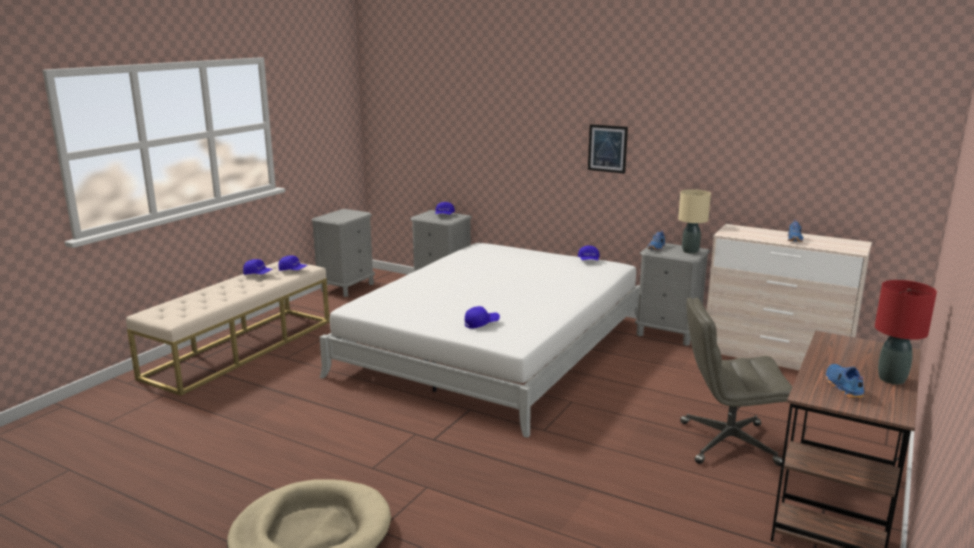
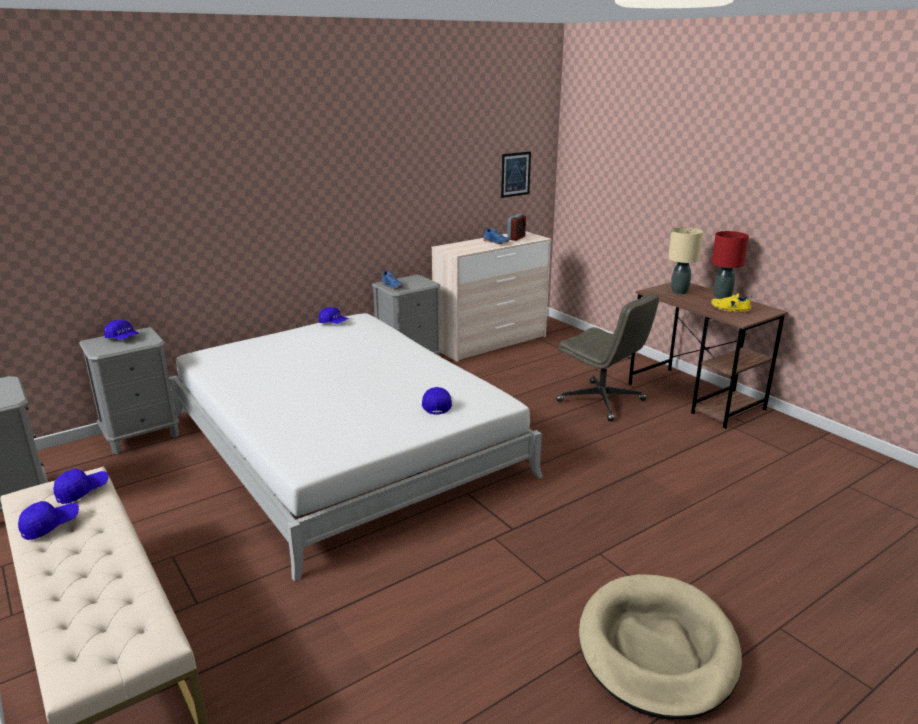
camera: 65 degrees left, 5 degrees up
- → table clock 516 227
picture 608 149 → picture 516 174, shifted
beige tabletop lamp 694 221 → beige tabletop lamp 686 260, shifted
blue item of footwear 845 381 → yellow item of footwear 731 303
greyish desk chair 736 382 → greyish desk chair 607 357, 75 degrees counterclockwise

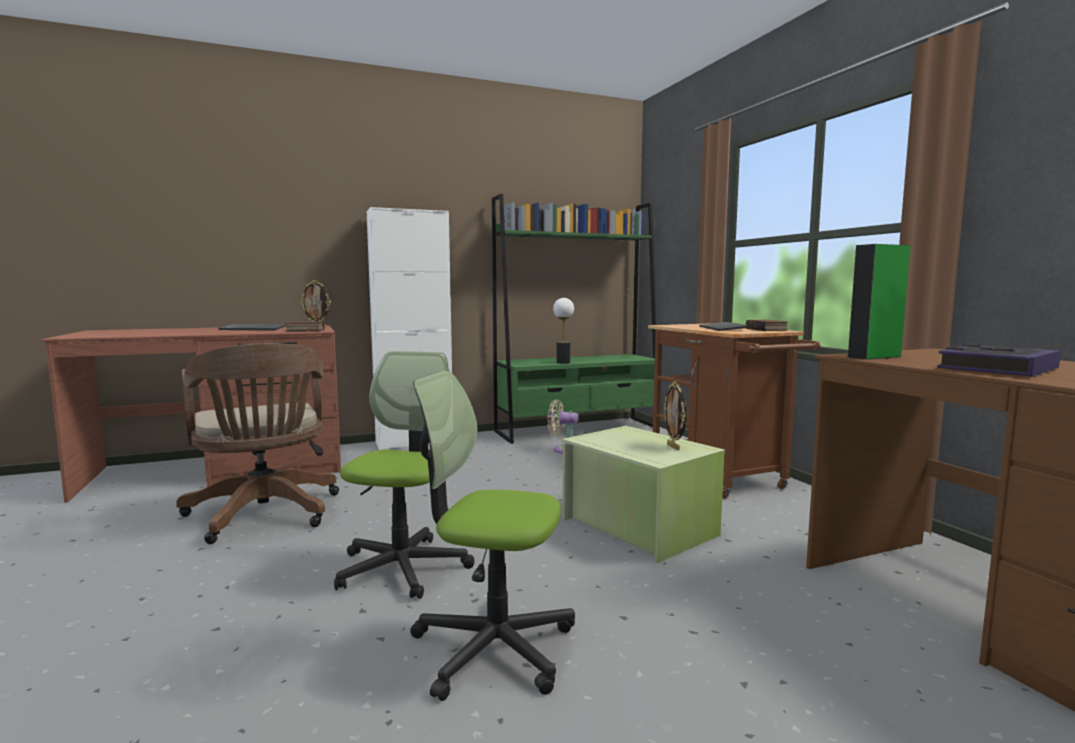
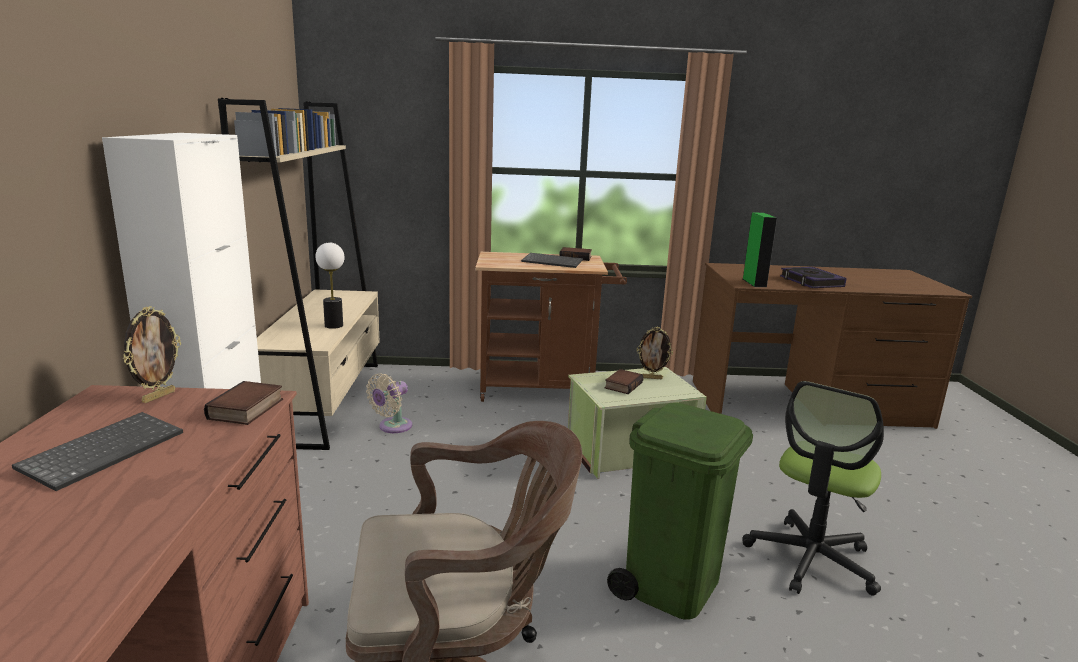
camera: 70 degrees left, 10 degrees up
- → bound book 624 381
desk chair 404 475 → green rubbish bin 680 511
green bookshelf 574 319 → beige bookshelf 299 274

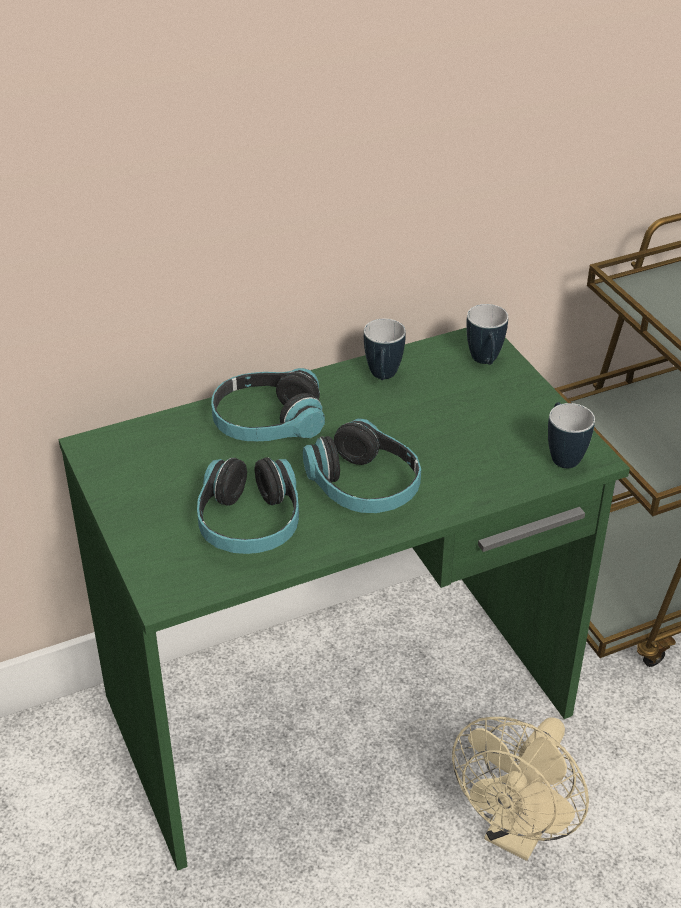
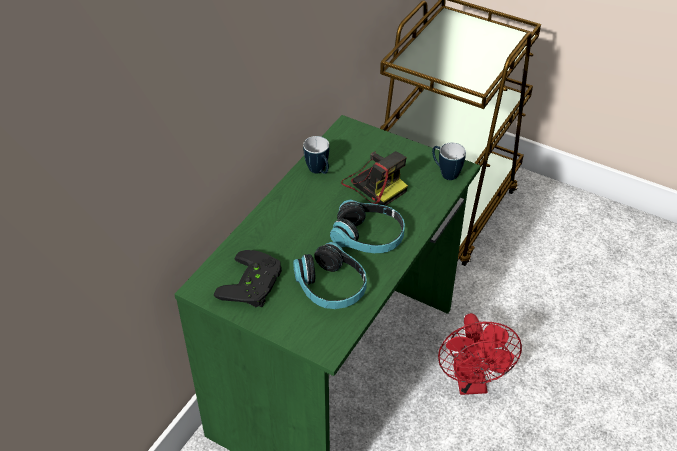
camera: 35 degrees left, 5 degrees up
headset 268 404 → -
tea mug 487 334 → -
- → black gamepad 248 278
- → photo camera 374 178
beige fan 520 789 → red-coloured fan 480 354

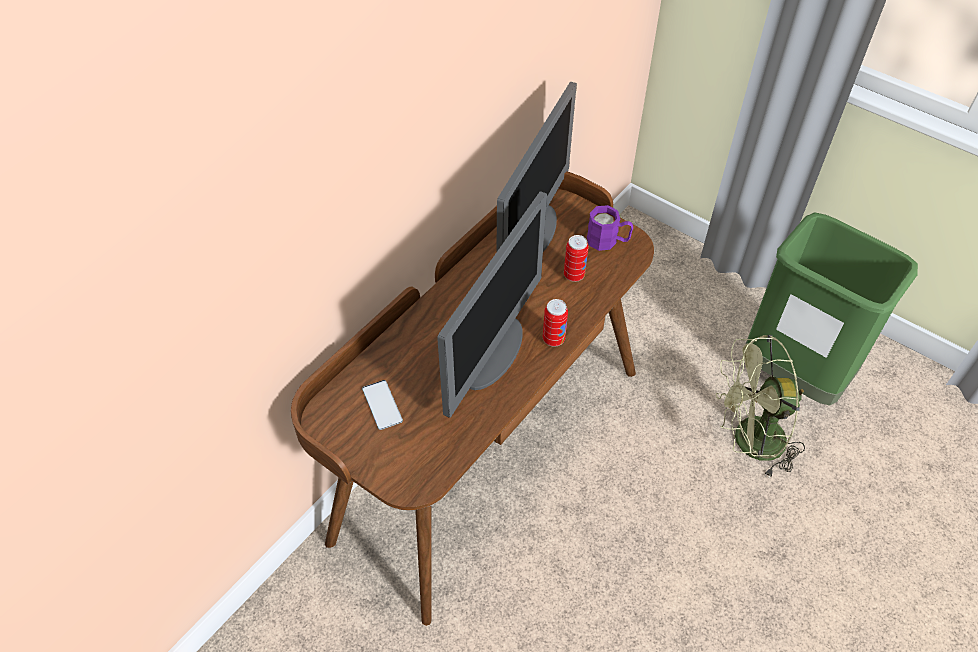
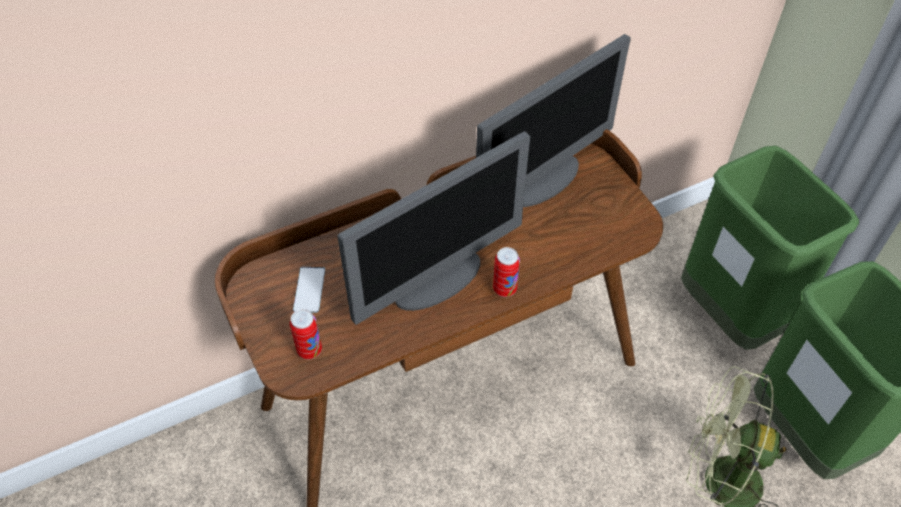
camera: 25 degrees right, 0 degrees up
purplish tea mug 610 228 → -
- → green rubbish bin 770 248
sealed can 576 258 → sealed can 306 334, shifted

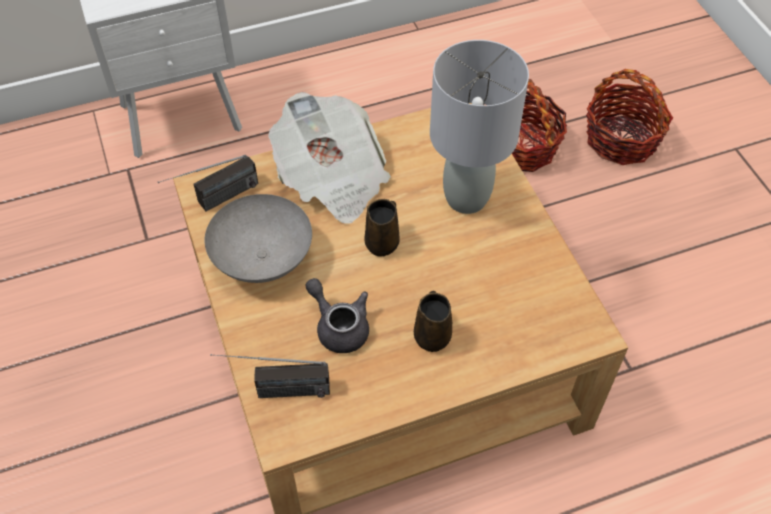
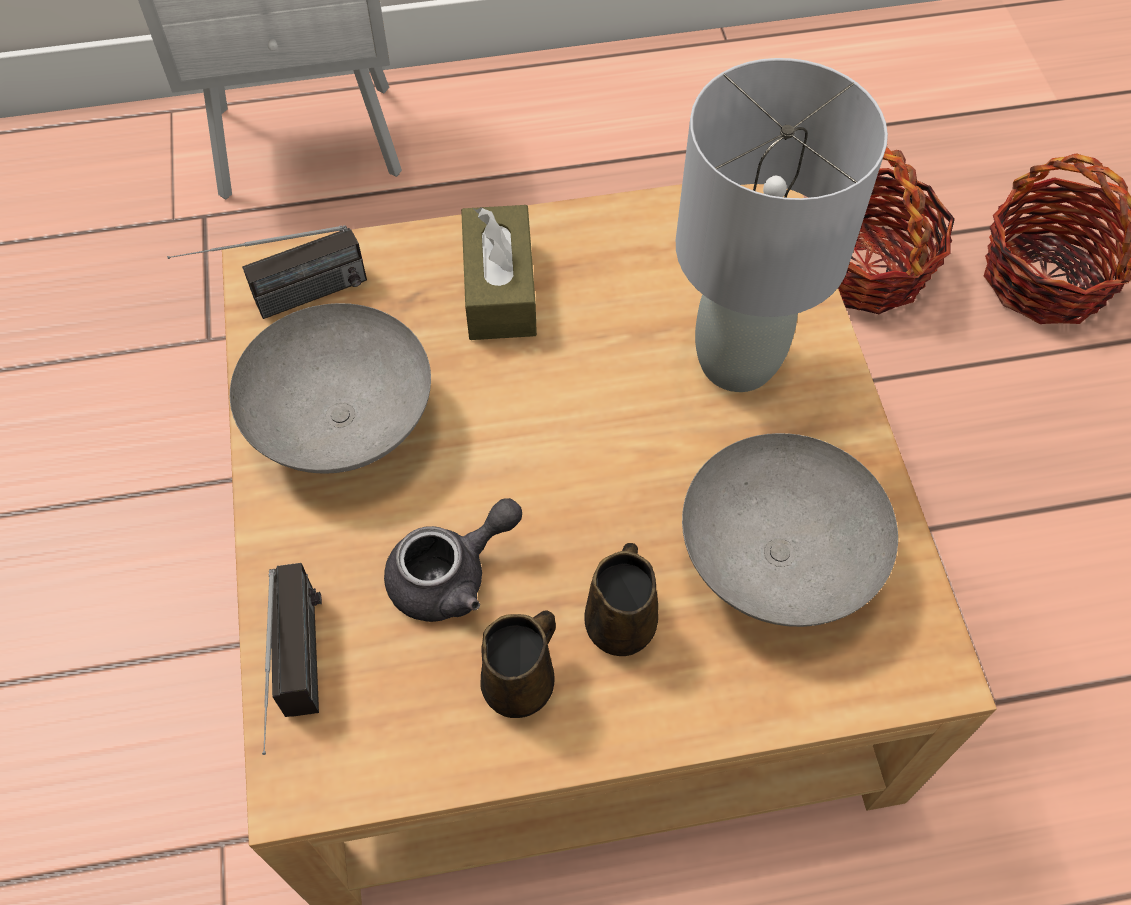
camera: 10 degrees right, 5 degrees up
- → greyish bowl 790 530
brown tea mug 382 228 → brown tea mug 518 664, shifted
daily paper 329 158 → brown tissue holder 499 272
radio 270 376 → radio 292 659, 105 degrees counterclockwise
greyish tea pot 337 315 → greyish tea pot 453 560, 90 degrees clockwise

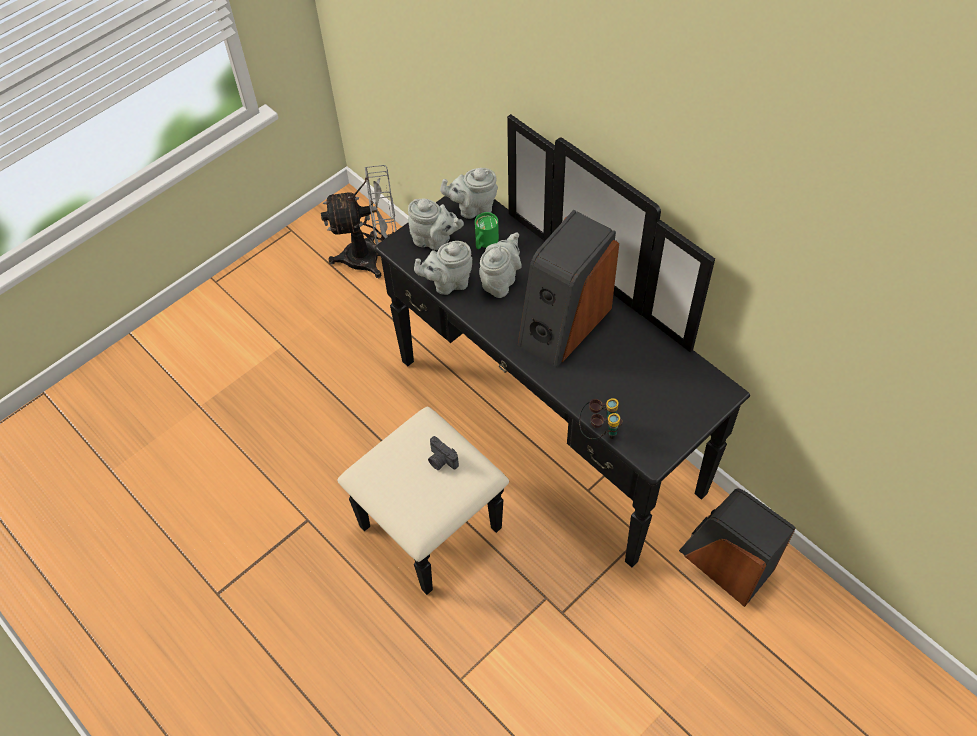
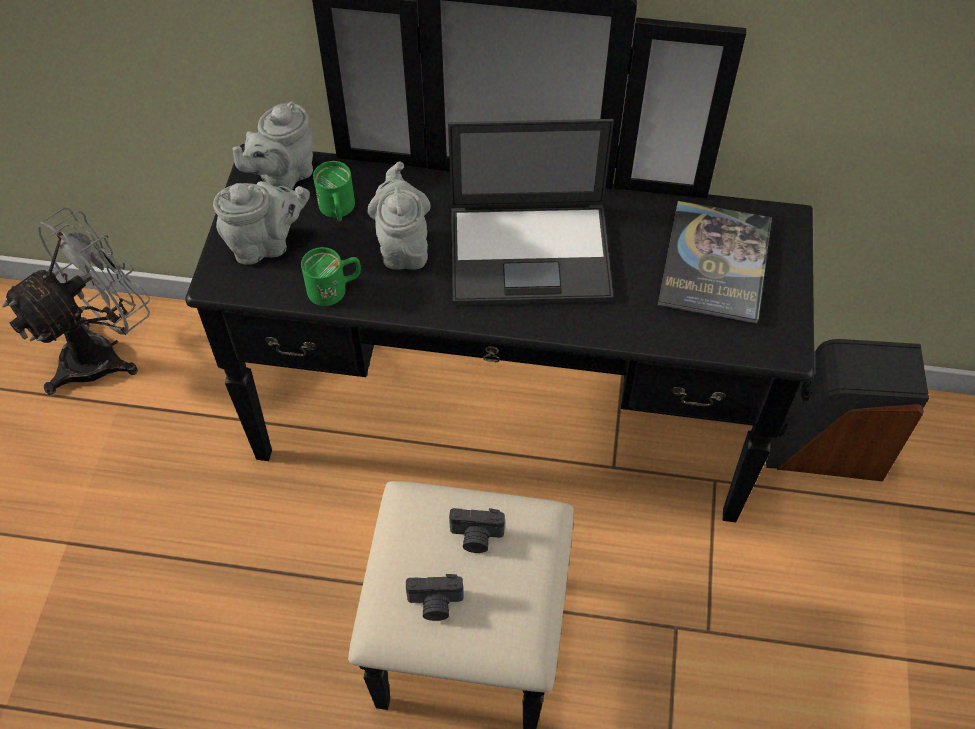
camera: 40 degrees left, 0 degrees up
pair of binoculars 601 419 → -
- → photo camera 435 597
- → bound book 715 262
greyish tea pot 443 268 → green tea mug 331 276
audio speaker 568 289 → laptop 531 212

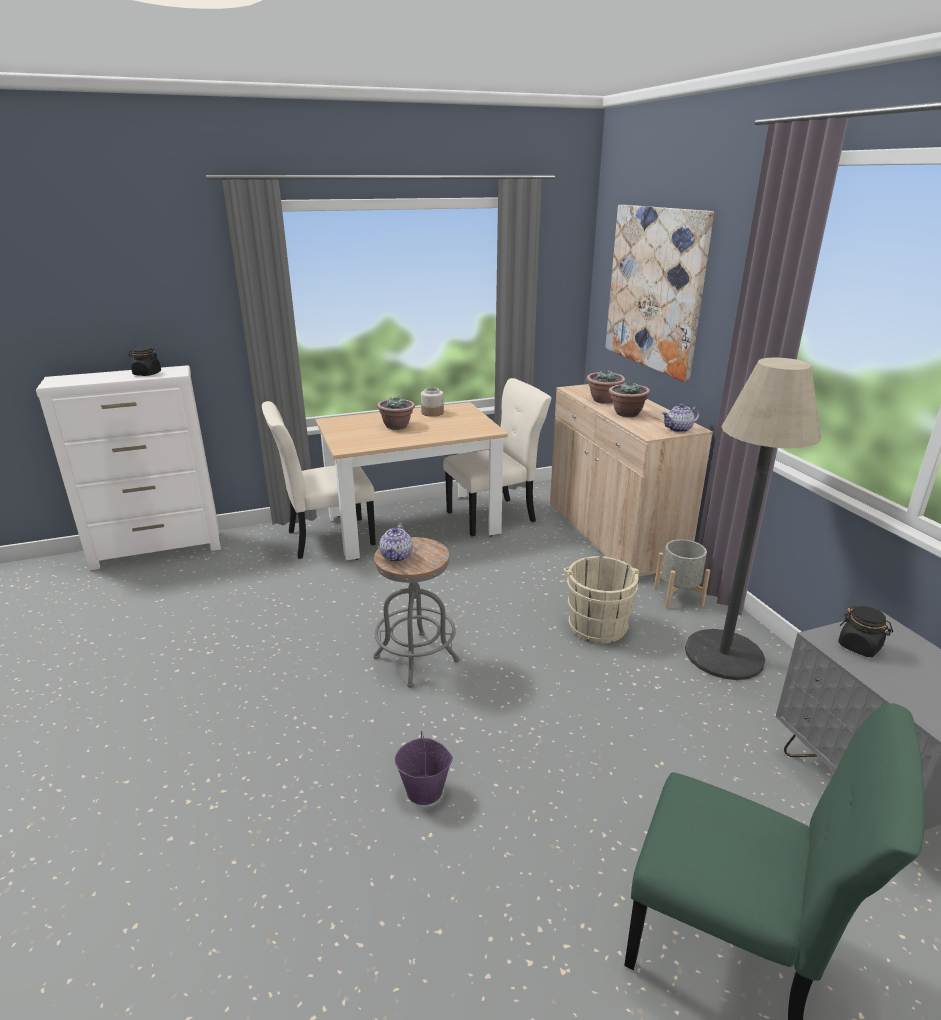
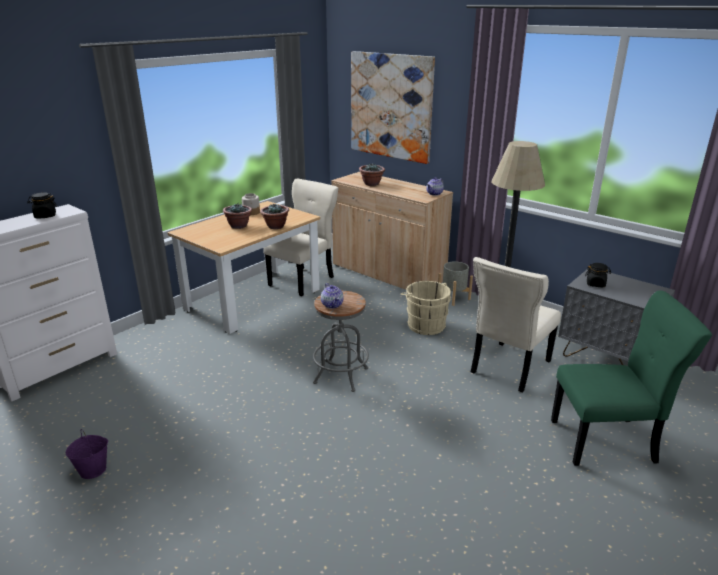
camera: 30 degrees left, 0 degrees up
beige plain chair 319 480 → beige plain chair 516 325, shifted
purplish water bucket 424 768 → purplish water bucket 87 454, shifted
plant in a pot 629 399 → plant in a pot 274 216, shifted

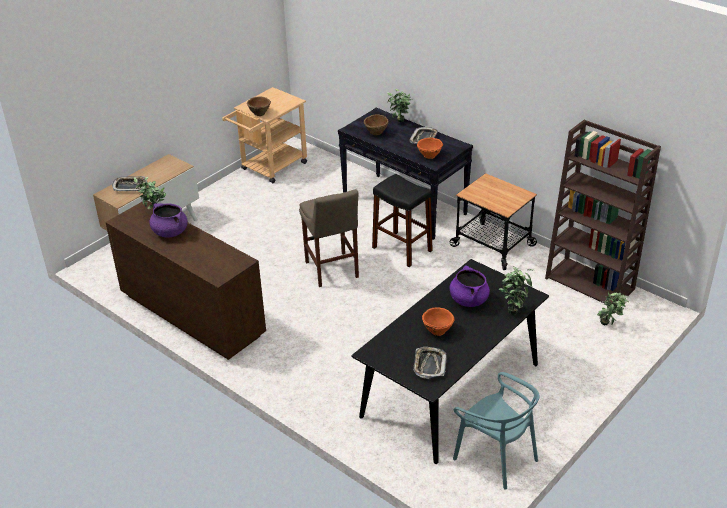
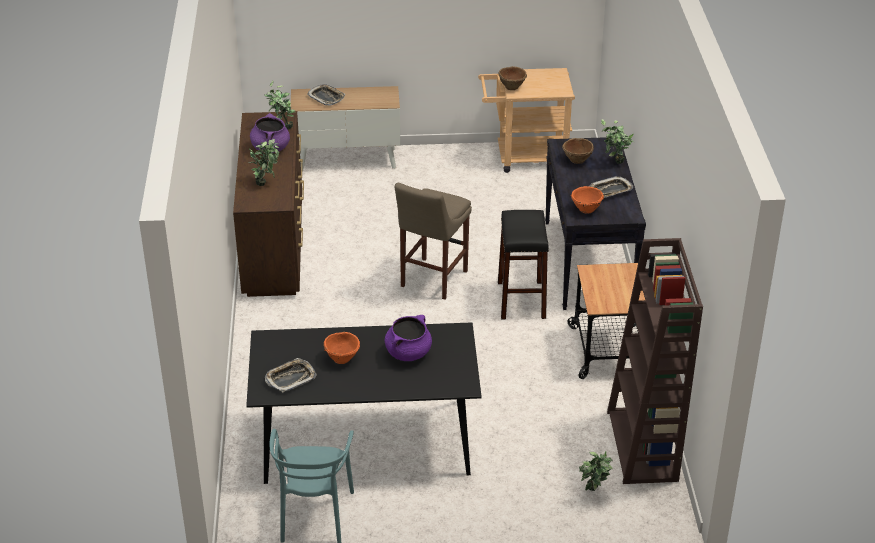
camera: 45 degrees right, 0 degrees up
plant in a pot 516 290 → plant in a pot 263 162, shifted

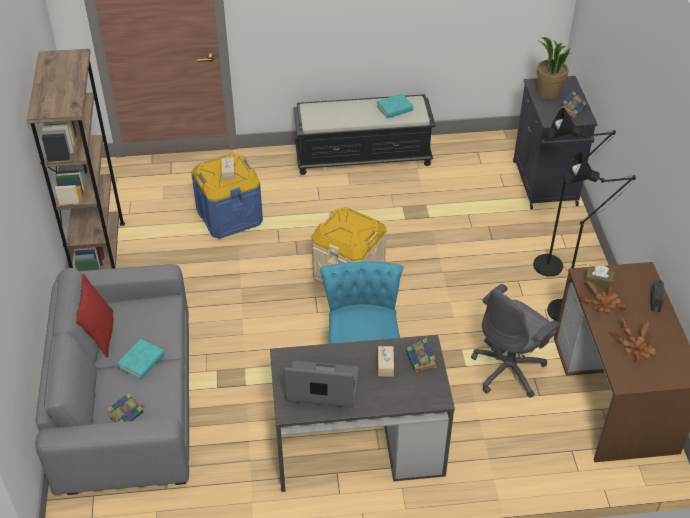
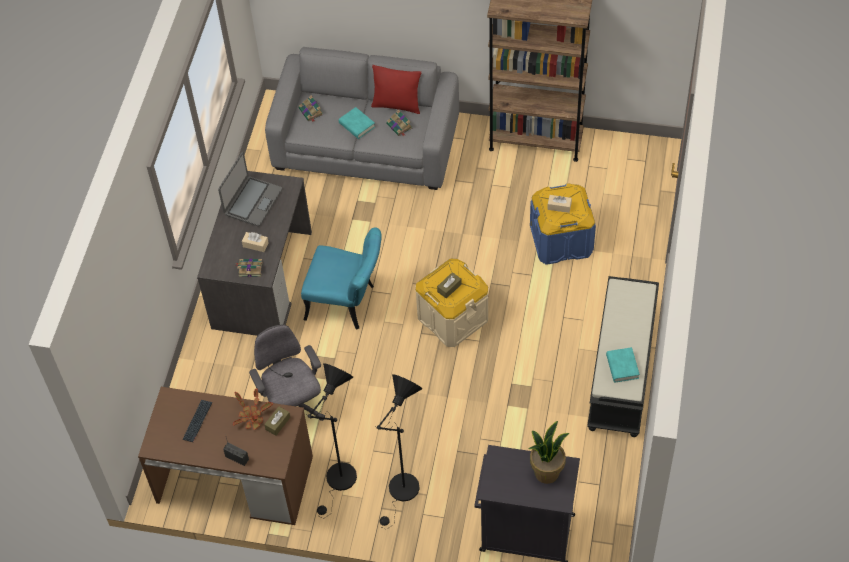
camera: 110 degrees right, 10 degrees up
- → brown tissue holder 449 285
bound book 574 104 → bound book 399 123, shifted
plant in a pot 634 338 → PC keyboard 197 421

